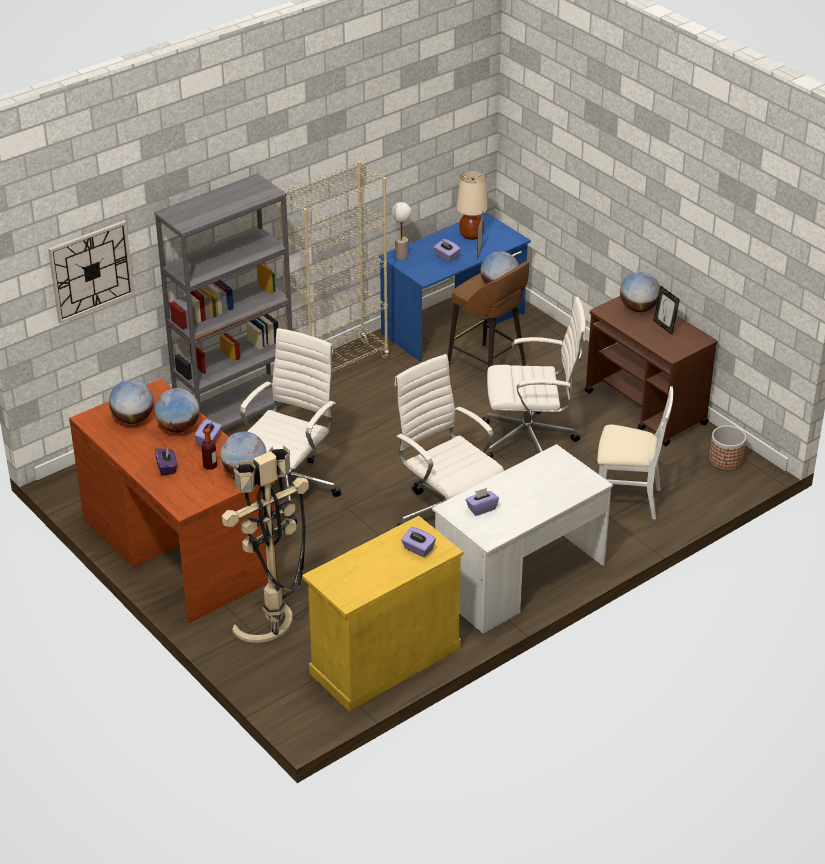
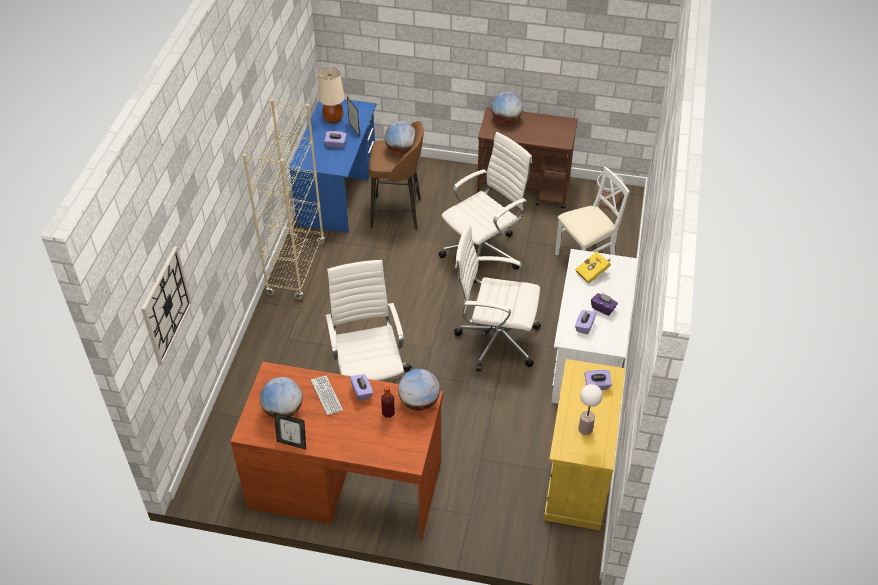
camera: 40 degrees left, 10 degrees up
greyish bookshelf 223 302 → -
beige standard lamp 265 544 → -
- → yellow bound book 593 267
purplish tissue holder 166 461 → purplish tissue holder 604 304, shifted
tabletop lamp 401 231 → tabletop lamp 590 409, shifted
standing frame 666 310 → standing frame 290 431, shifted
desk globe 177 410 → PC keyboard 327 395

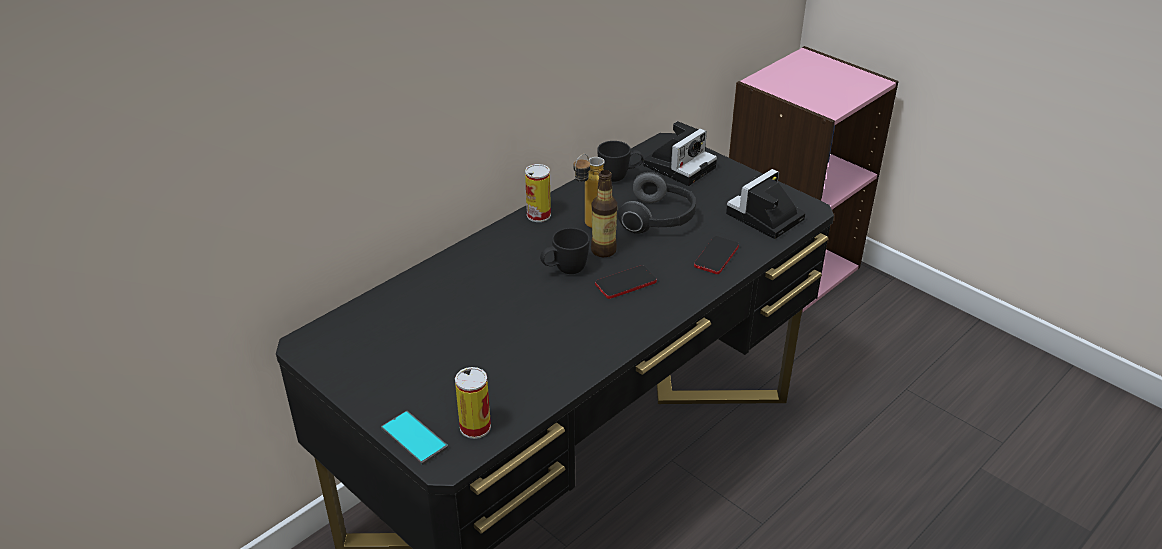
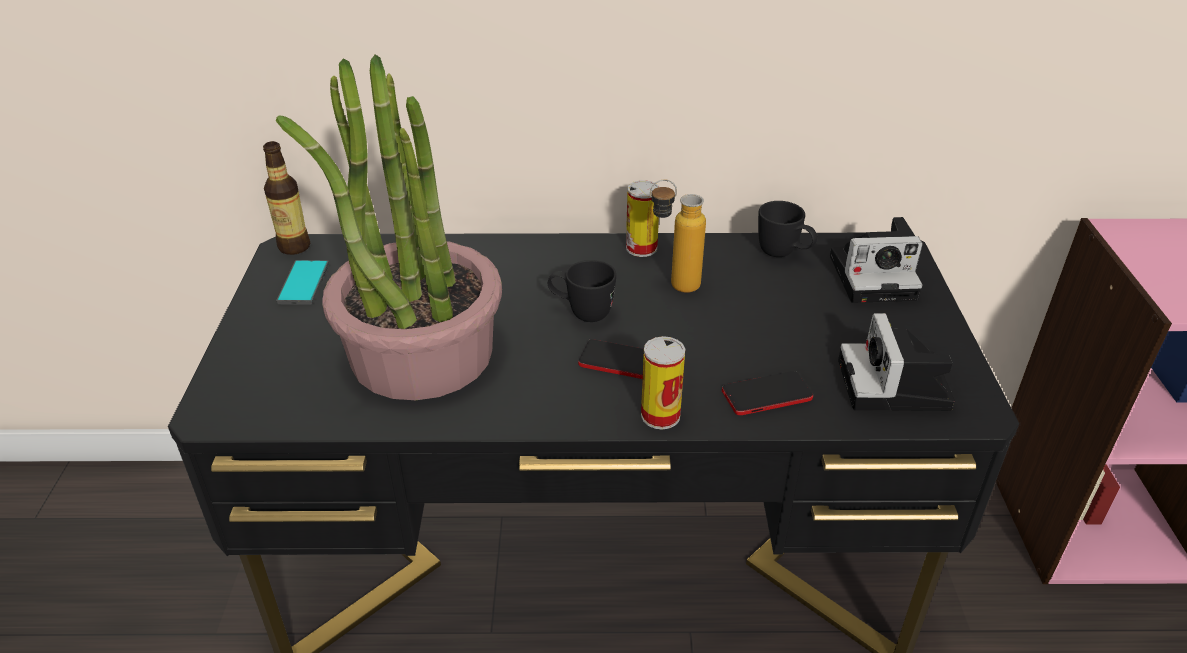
camera: 45 degrees right, 0 degrees up
headset 657 203 → -
- → plant in a pot 389 227
handset 414 438 → handset 302 282, shifted
sealed can 473 403 → sealed can 663 383, shifted
drink bottle 604 213 → drink bottle 286 198, shifted
photo camera 765 204 → photo camera 896 362, 90 degrees counterclockwise

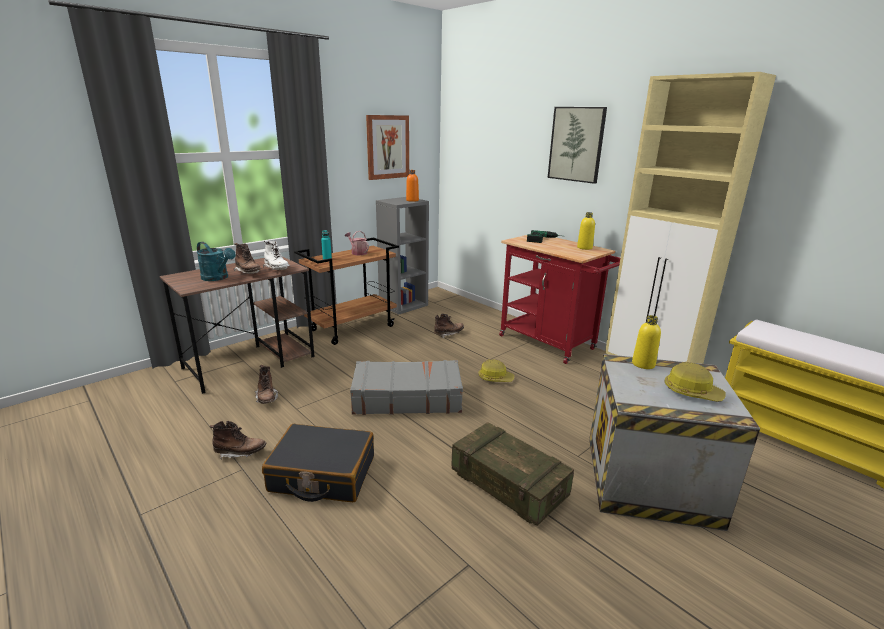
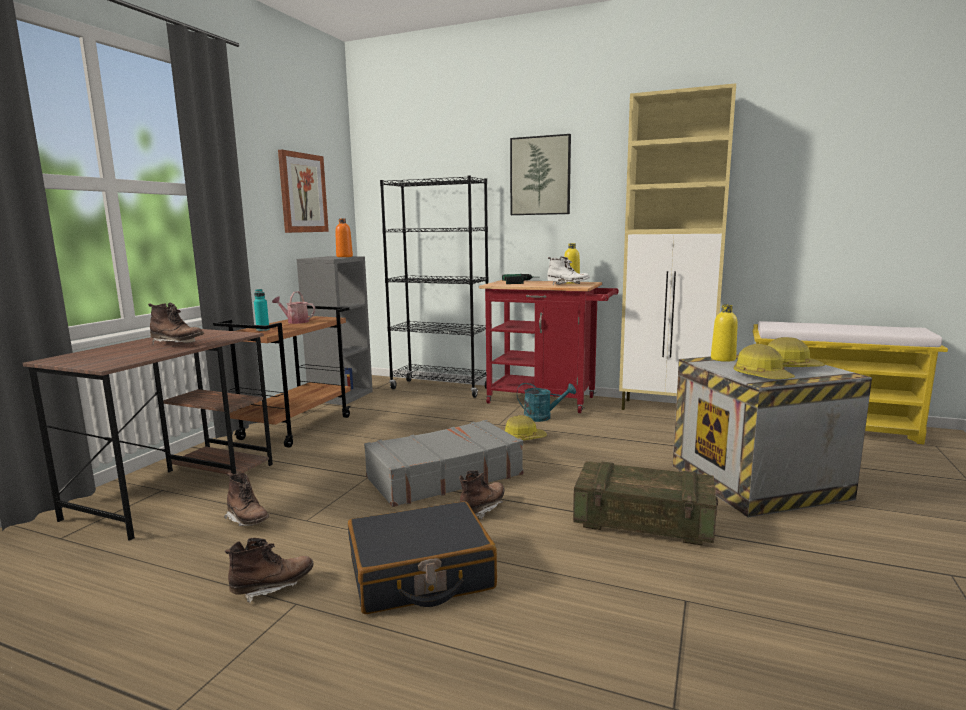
camera: 25 degrees left, 10 degrees down
- → black bookshelf 434 286
- → work helmet 764 361
turquoise sprinkling can 216 261 → turquoise sprinkling can 546 402, shifted
white tall boot 276 255 → white tall boot 568 270, shifted
brown tall boot 449 326 → brown tall boot 482 494, shifted

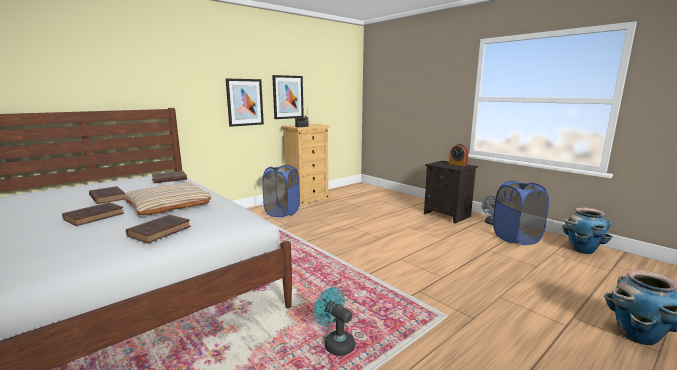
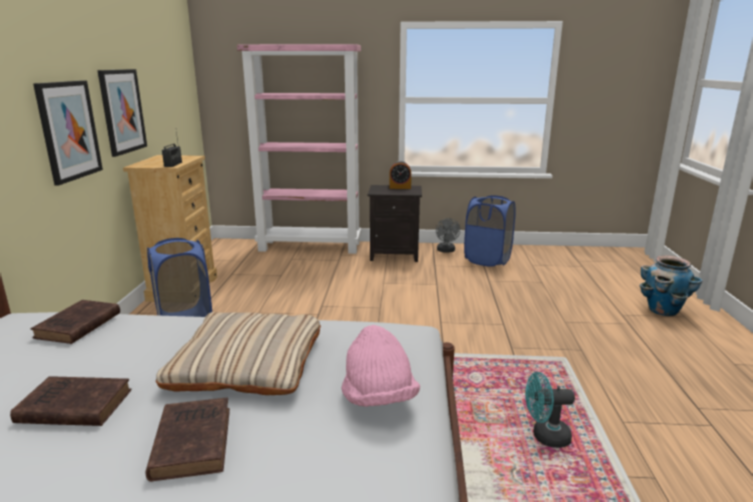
camera: 45 degrees left, 5 degrees up
plant pot 587 230 → -
- → pinkish bookshelf 299 149
brown bound book 158 229 → pinkish wearable hat 380 366

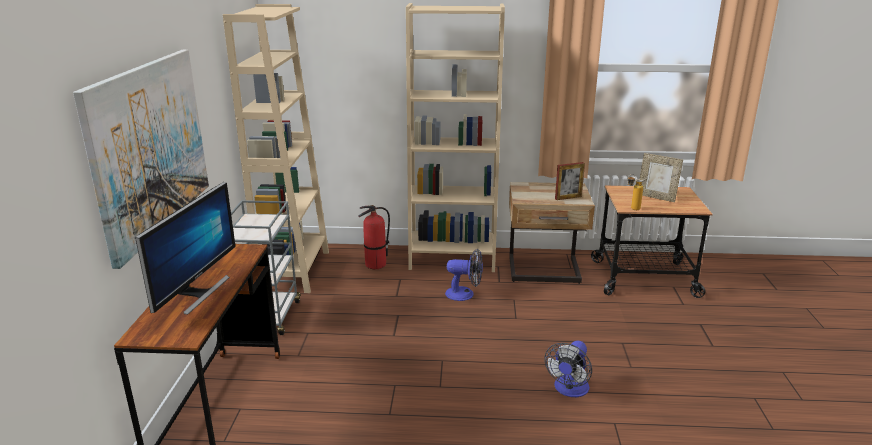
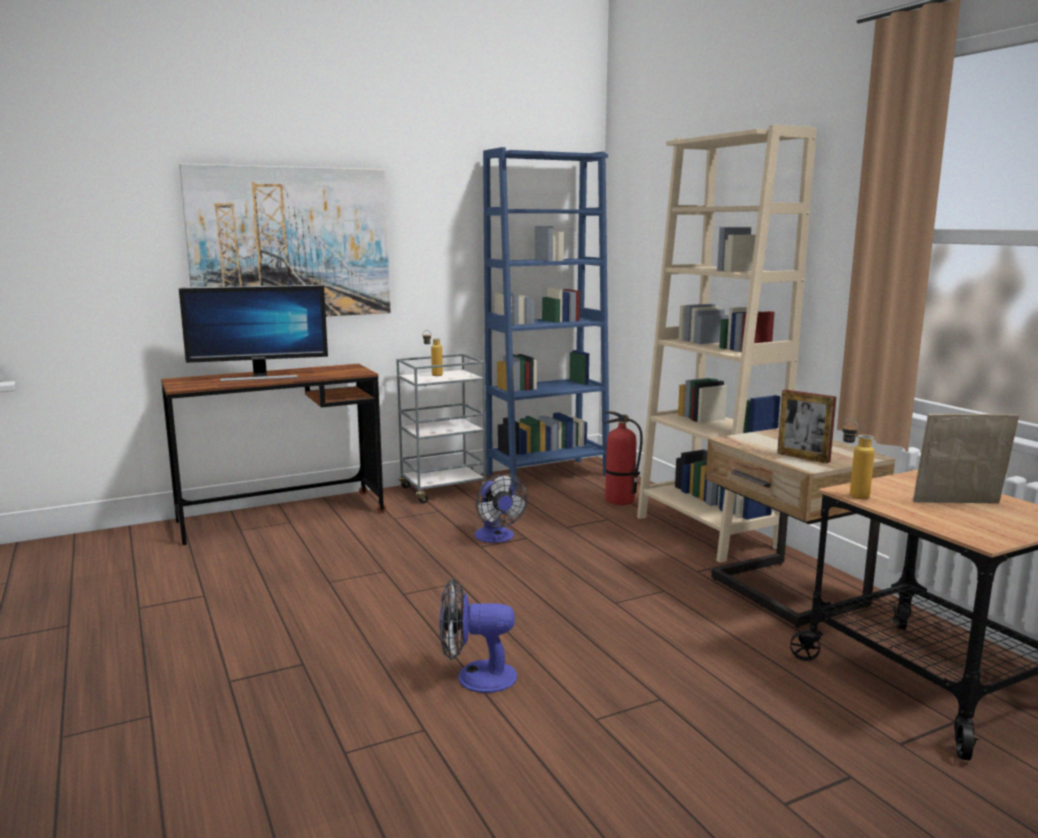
camera: 60 degrees right, 10 degrees down
- → drink bottle 433 353
fan 464 275 → fan 501 508, shifted
beige bookshelf 276 148 → blue bookshelf 546 319
standing frame 661 177 → standing frame 966 458, 90 degrees clockwise

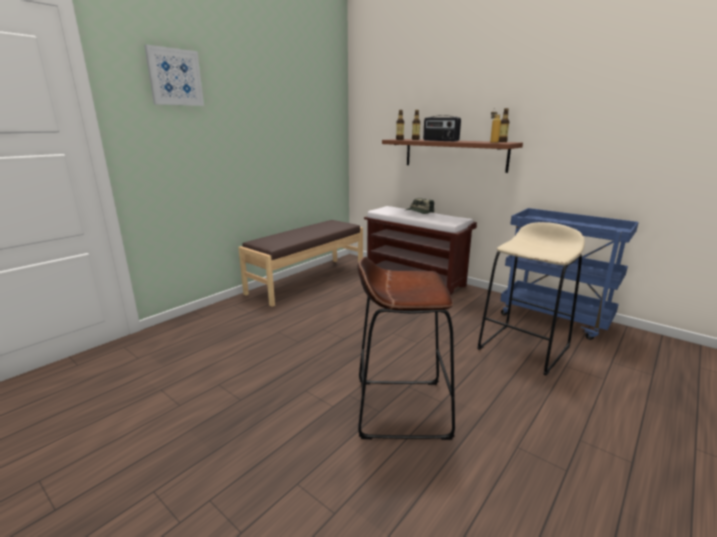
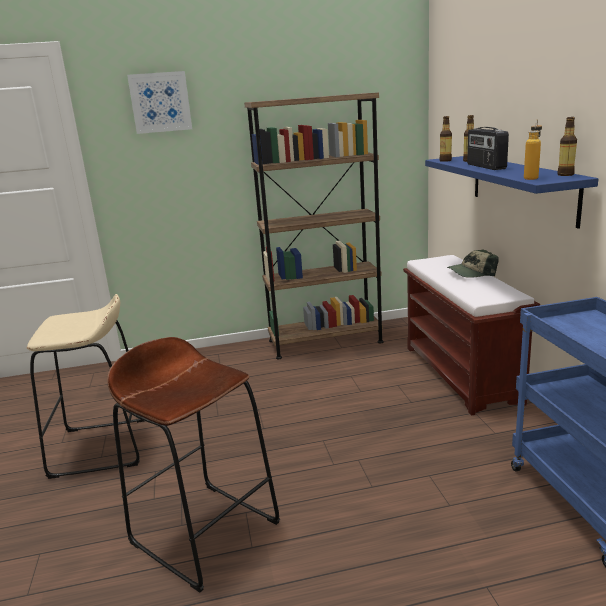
camera: 40 degrees right, 0 degrees up
beige stool seat 531 299 → beige stool seat 85 386, shifted
brown indoor bench 300 263 → brown bookshelf 314 226
brown wall shelf 452 156 → blue wall shelf 511 192

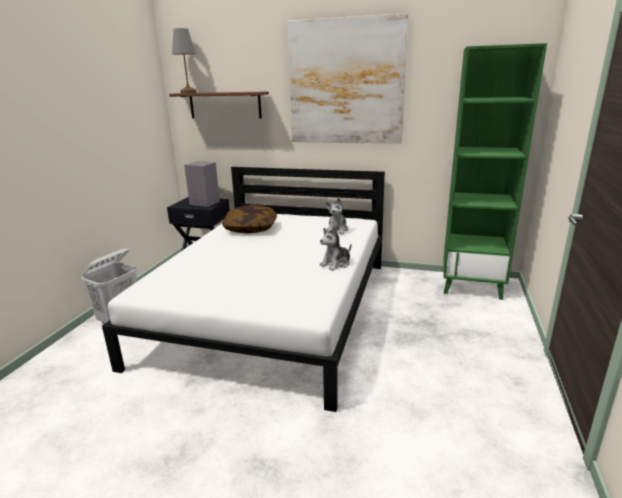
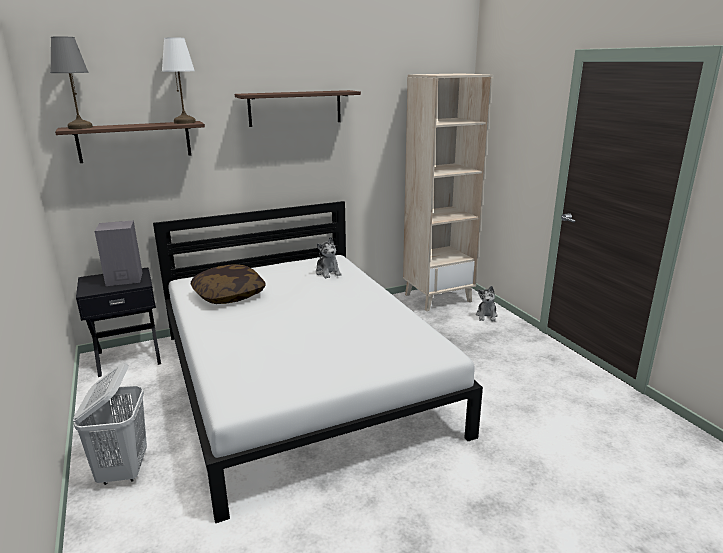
camera: 40 degrees left, 0 degrees up
- → white tabletop lamp 179 81
cuddly toy 336 248 → cuddly toy 487 304, shifted
picture 348 78 → wall shelf 298 108
green bookshelf 495 171 → beige bookshelf 448 192

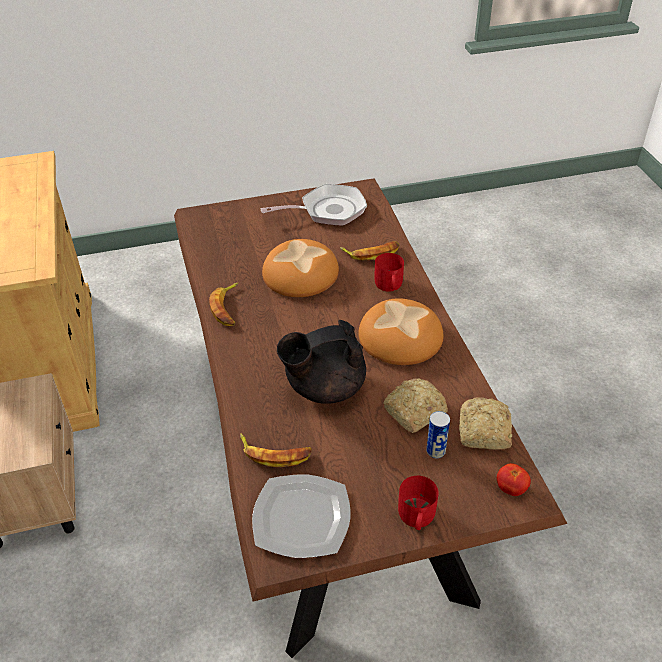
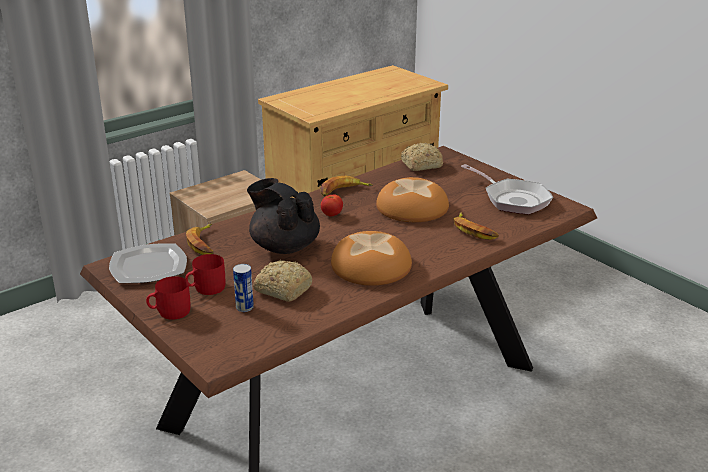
camera: 65 degrees right, 15 degrees down
red-coloured tea mug 389 272 → red-coloured tea mug 205 274, shifted
baked bread 485 423 → baked bread 422 157, shifted
tomato 514 479 → tomato 332 205, shifted

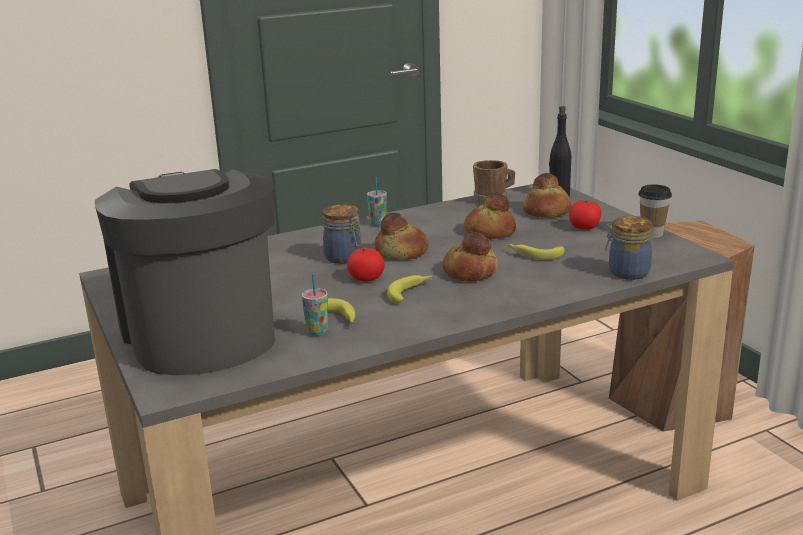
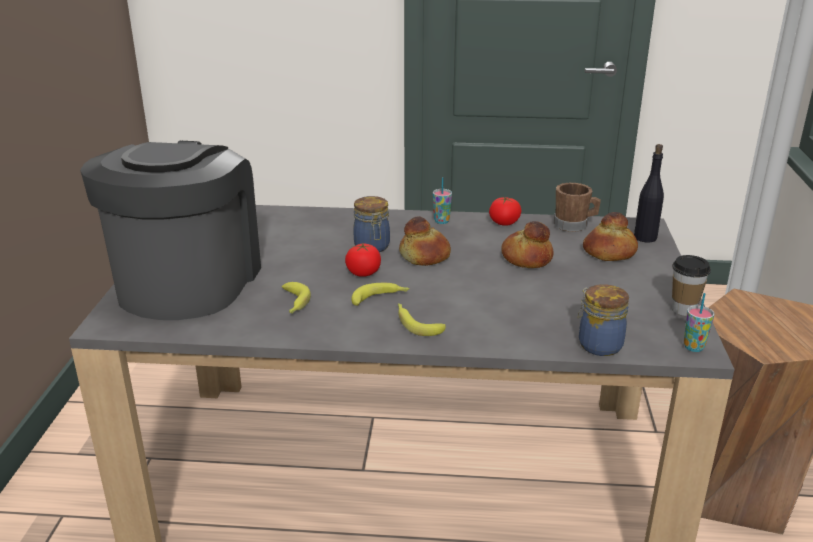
camera: 30 degrees right, 5 degrees up
baked bread 470 257 → -
drinking cup 314 305 → drinking cup 699 322, shifted
banana 536 252 → banana 422 319, shifted
tomato 585 215 → tomato 505 211, shifted

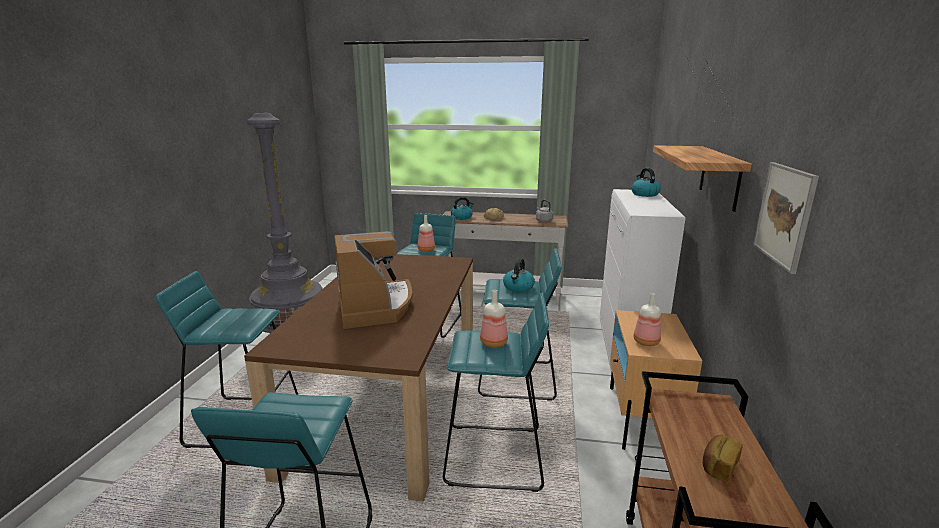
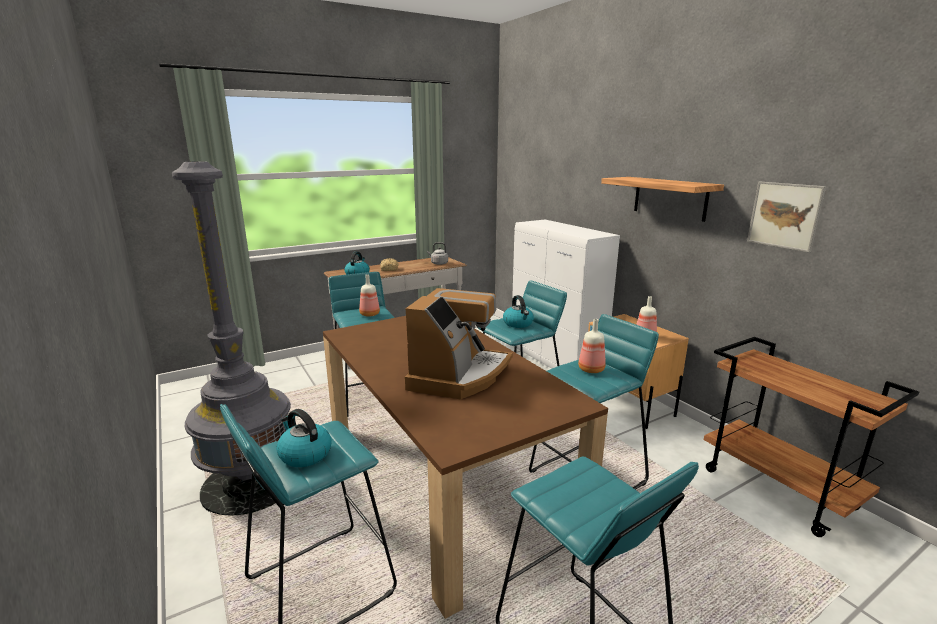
camera: 40 degrees left, 0 degrees up
baked bread 722 458 → -
tea kettle 646 182 → tea kettle 304 438, shifted
coffee machine 373 280 → coffee machine 459 343, 75 degrees clockwise

